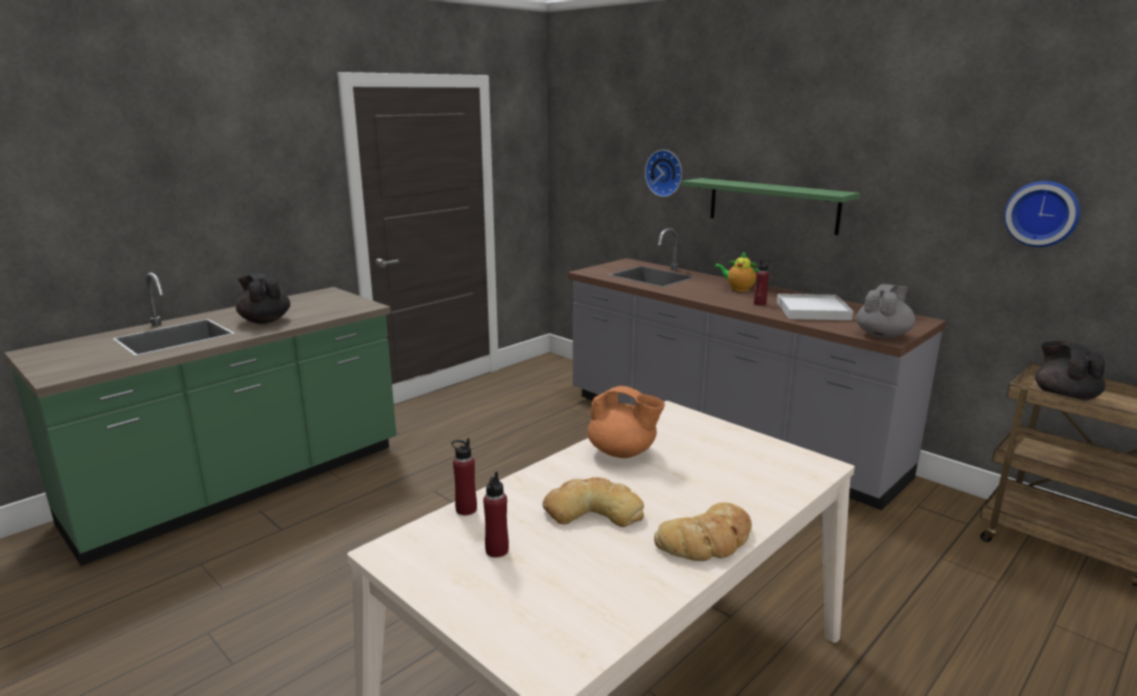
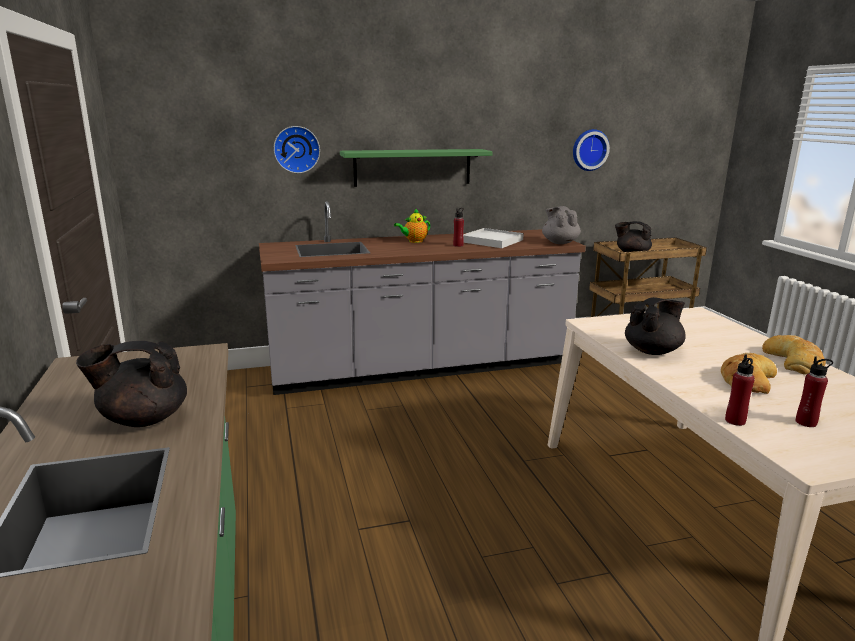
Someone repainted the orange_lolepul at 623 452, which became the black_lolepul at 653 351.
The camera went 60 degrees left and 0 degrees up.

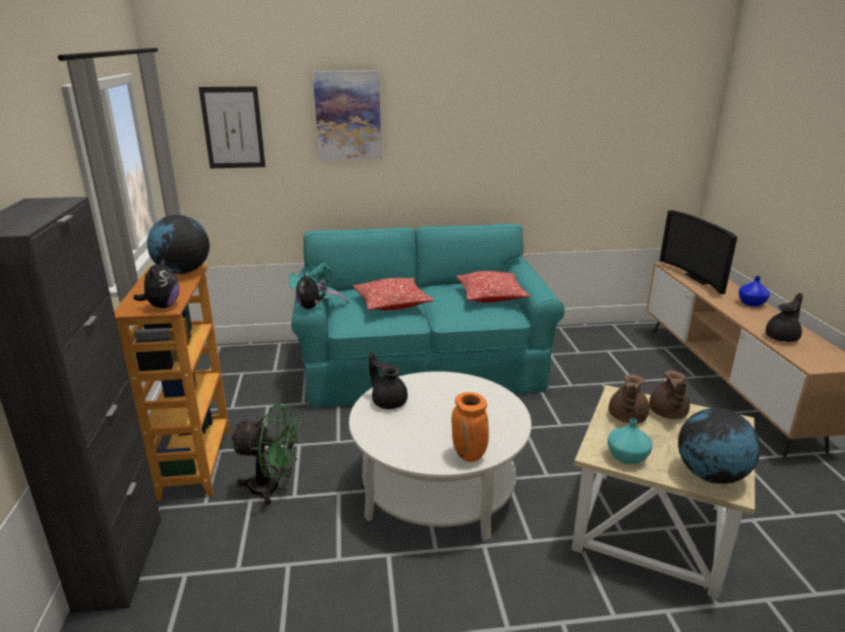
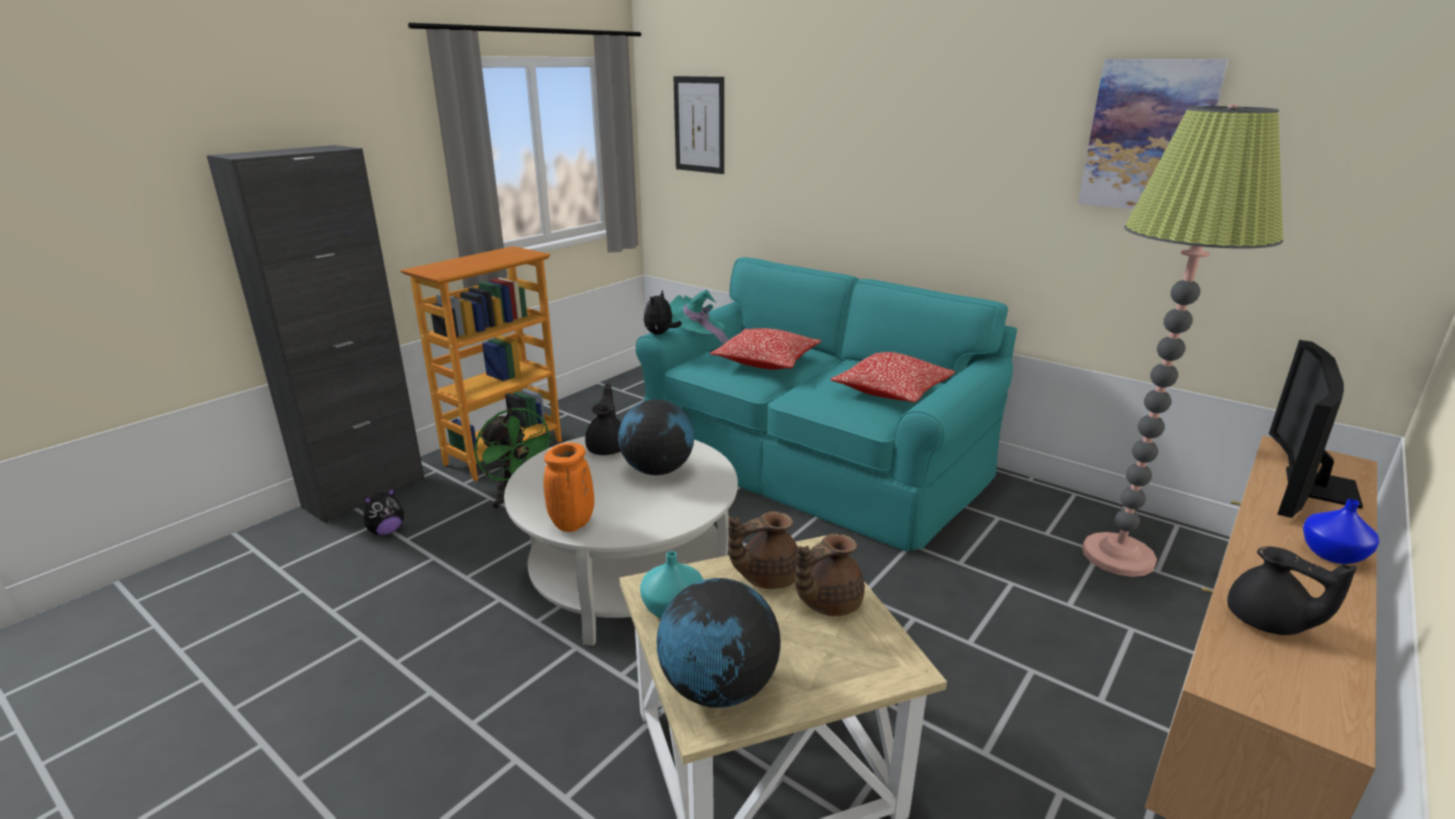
Someone carried the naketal from 162 306 to 386 531.
Someone carried the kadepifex from 183 272 to 657 470.
Someone carried the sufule from 348 116 to 1148 136.
Someone put down the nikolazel at 1118 556.
Someone rotated the black_lolepul at 782 337 by 45 degrees clockwise.
The camera went 45 degrees right and 0 degrees up.

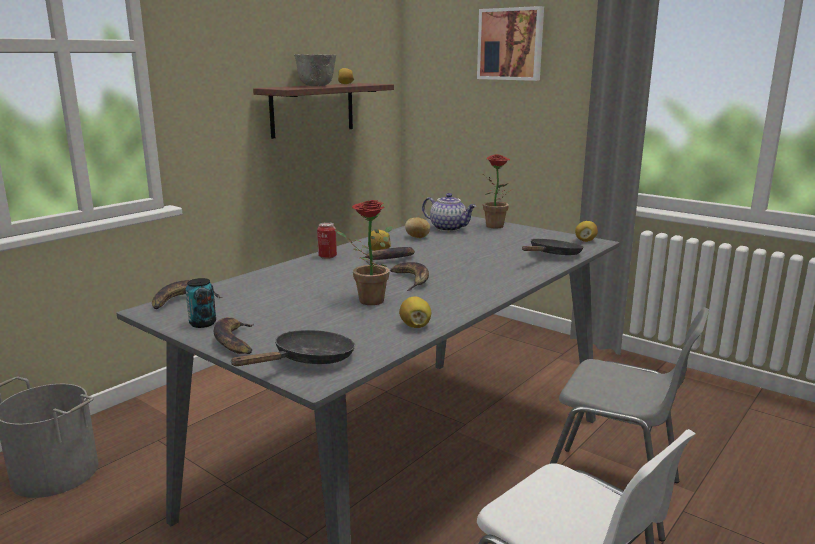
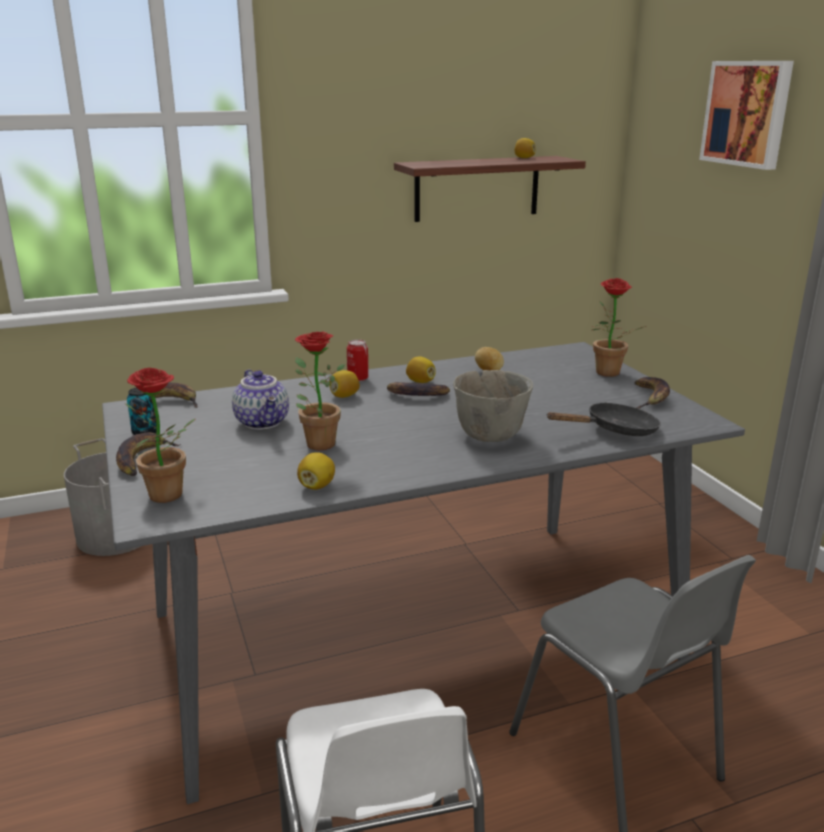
Someone swapped the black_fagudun at 308 361 for the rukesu at 169 497.
Someone carried the lolepul from 449 228 to 263 422.
Someone carried the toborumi from 585 241 to 344 396.
Someone carried the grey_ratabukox from 316 86 to 490 435.
Someone carried the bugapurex from 411 280 to 650 397.
The camera went 30 degrees right and 5 degrees up.

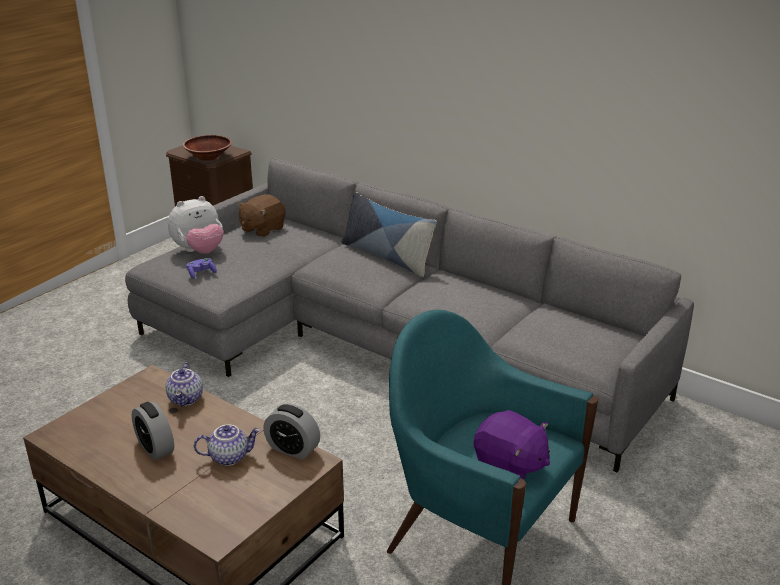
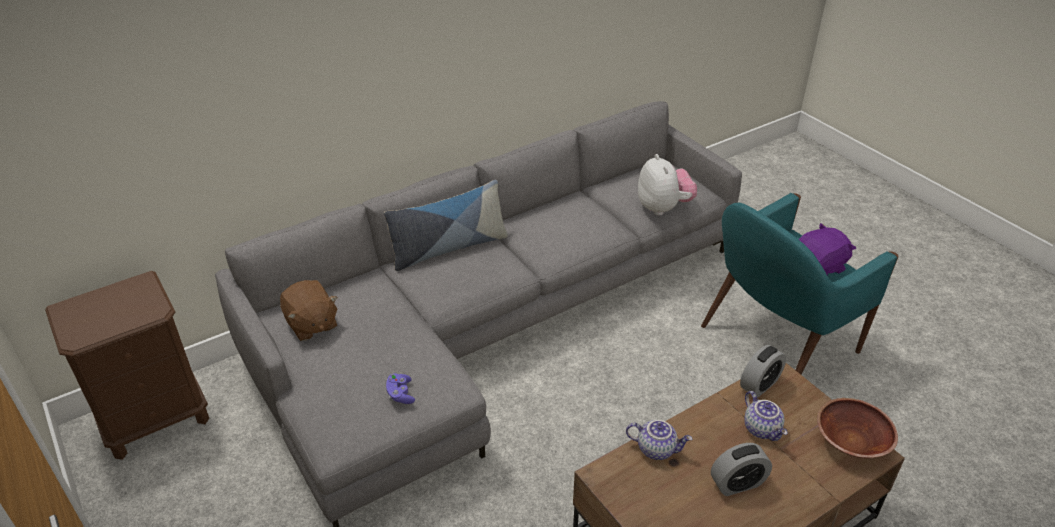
Someone carried the naketal from 199 251 to 663 208.
Someone rotated the lolepul at 229 456 by 150 degrees clockwise.
Someone carried the brown_ratabukox from 208 157 to 850 442.
The camera went 70 degrees left and 10 degrees up.

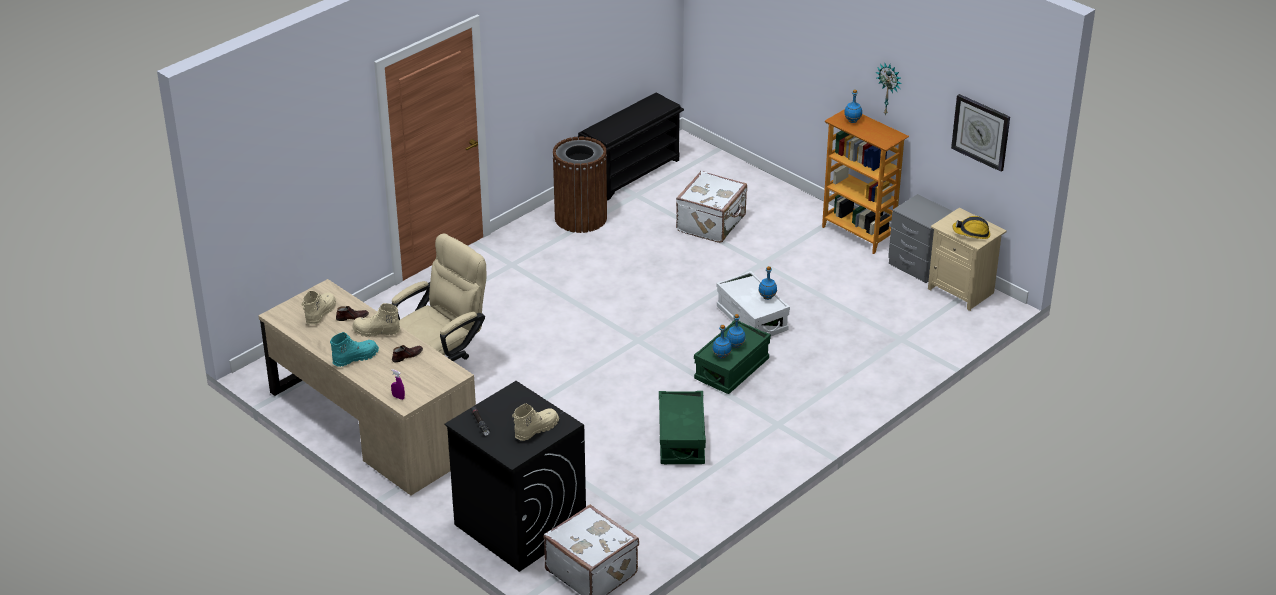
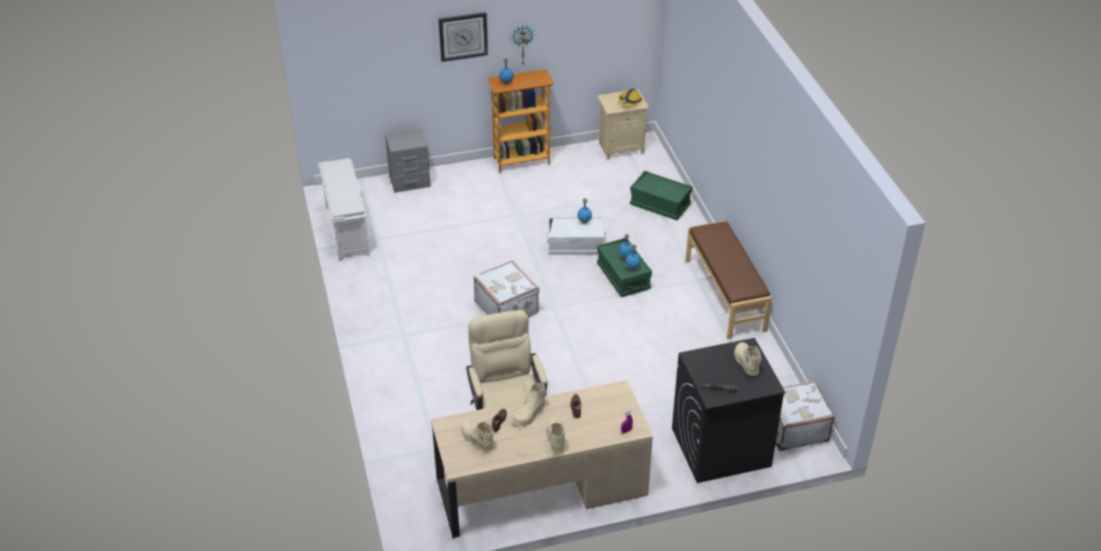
Someone repainted the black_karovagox at 631 172, which became the white_karovagox at 346 230.
Someone carried the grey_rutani from 918 266 to 409 181.
Someone carried the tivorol from 981 132 to 463 36.
Someone carried the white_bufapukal from 712 224 to 507 307.
Someone repainted the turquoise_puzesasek at 355 358, which became the beige_puzesasek at 555 438.
Someone carried the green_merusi from 681 440 to 660 205.
Someone put down the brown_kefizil at 725 295.
Someone took away the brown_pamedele at 580 218.
The camera went 60 degrees left and 5 degrees up.

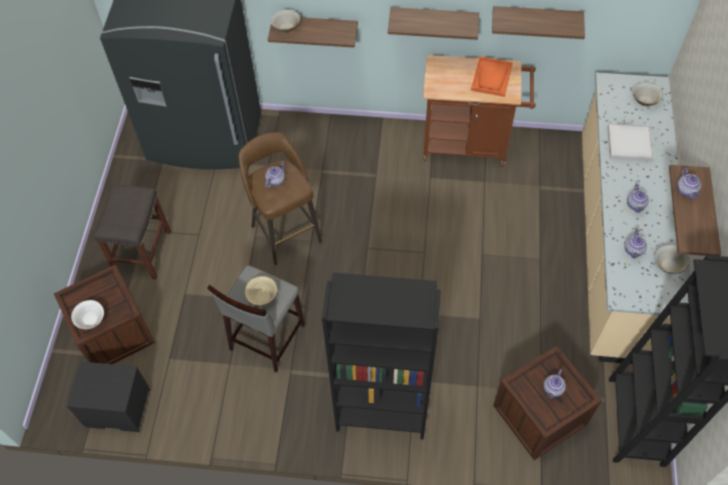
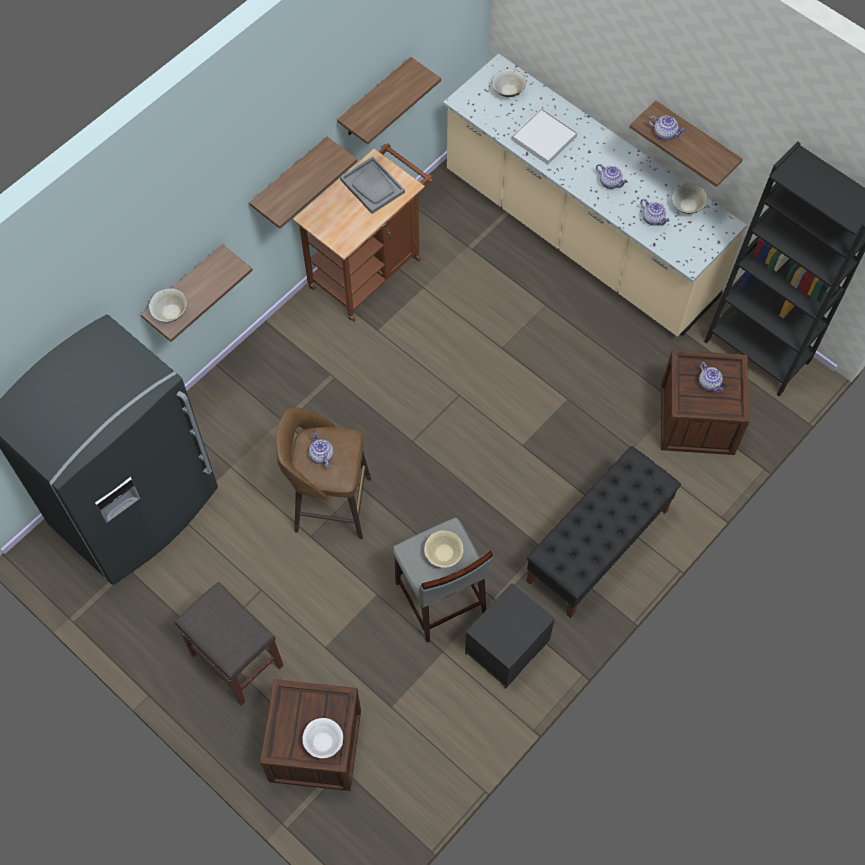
Someone repainted the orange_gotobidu at 491 78, which became the grey_gotobidu at 372 186.
Someone carried the black_rutani from 117 409 to 507 649.
Someone swapped the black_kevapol at 382 411 for the black_kefizil at 597 546.
The camera went 55 degrees left and 5 degrees up.

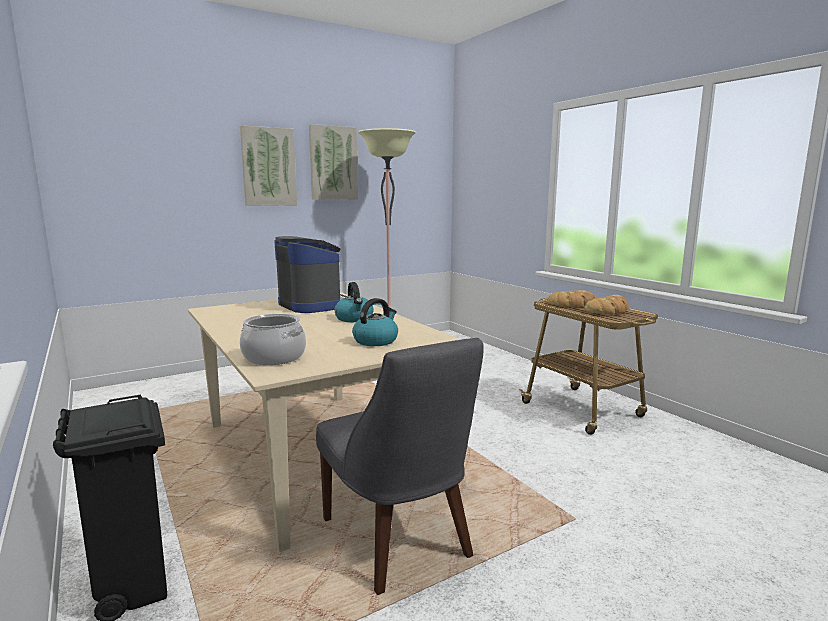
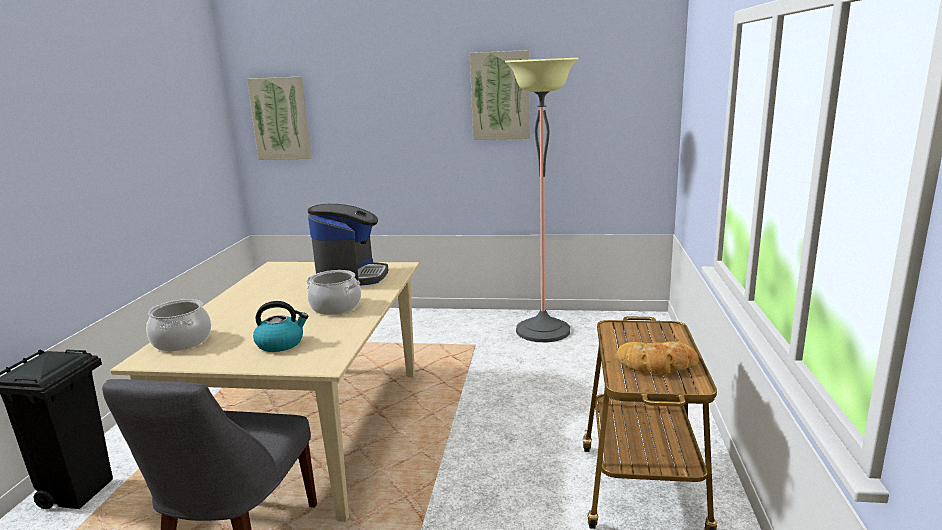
Someone carried the sufule from 268 167 to 280 118.
Someone swapped the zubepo at 354 319 for the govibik at 336 307.
Someone took away the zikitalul at 573 305.
The camera went 40 degrees right and 5 degrees up.

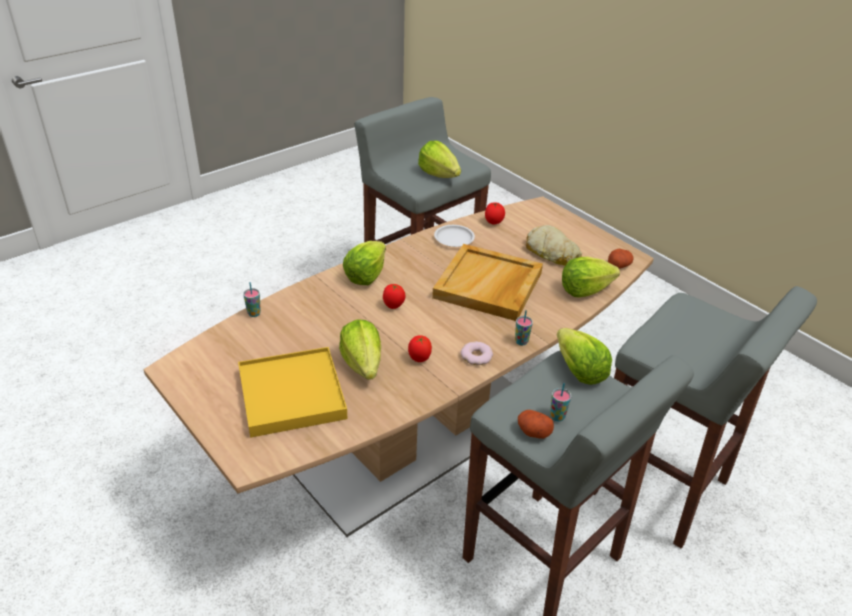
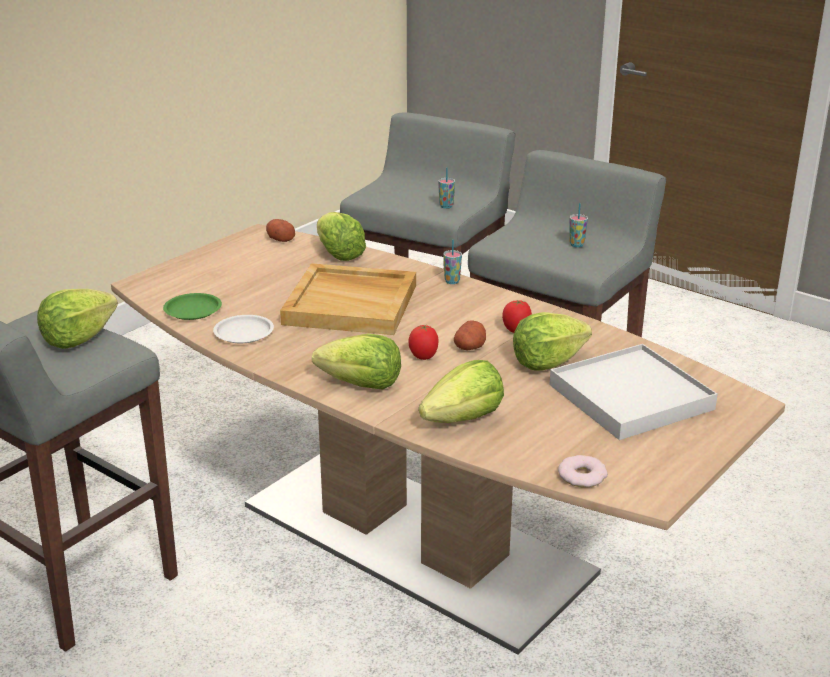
Someone swapped the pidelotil at 493 222 for the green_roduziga at 193 310.
Someone carried the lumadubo from 579 371 to 464 419.
Someone carried the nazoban from 254 313 to 446 206.
Someone carried the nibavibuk from 533 431 to 470 347.
Someone repainted the yellow_gotobidu at 292 395, which became the white_gotobidu at 630 397.
Someone carried the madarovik from 476 356 to 582 476.
Someone took away the zikitalul at 551 252.
The camera went 100 degrees left and 10 degrees down.

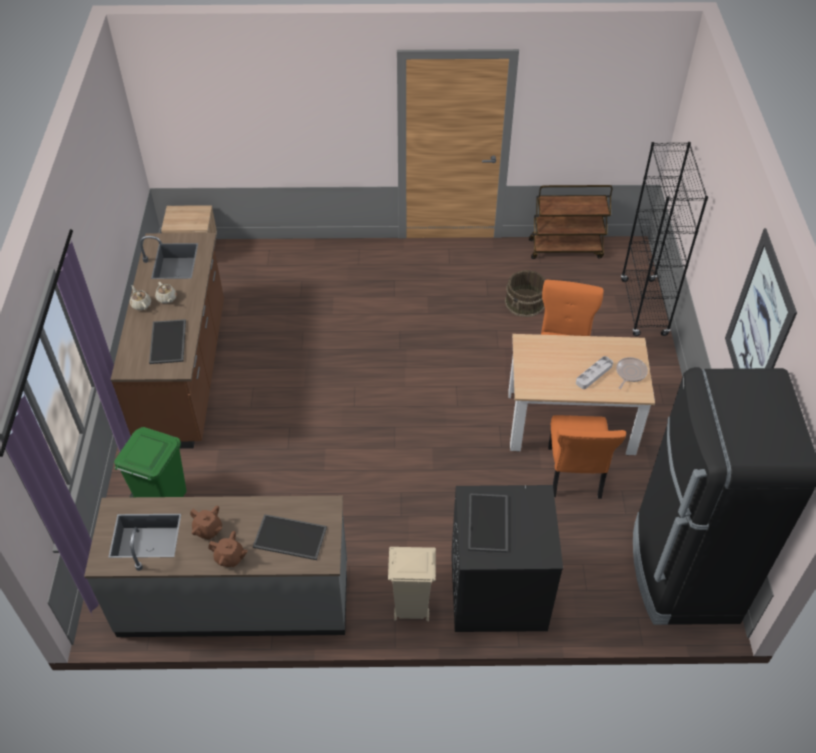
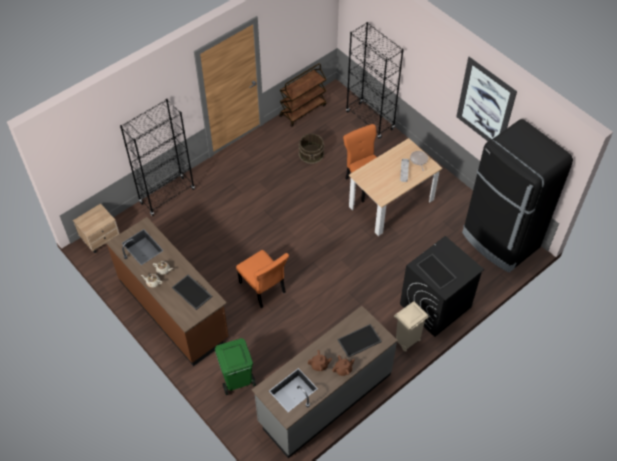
Someone put down the black_kevapol at 167 196.
Someone carried the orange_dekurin from 574 475 to 263 289.
The camera went 40 degrees left and 5 degrees up.

